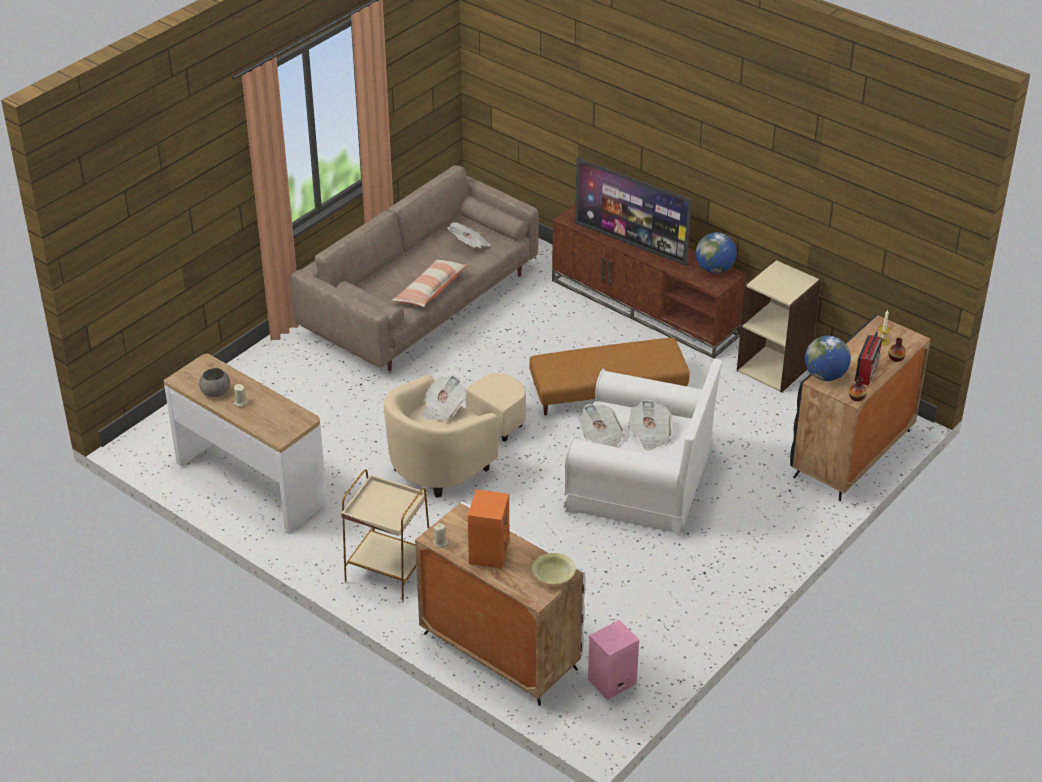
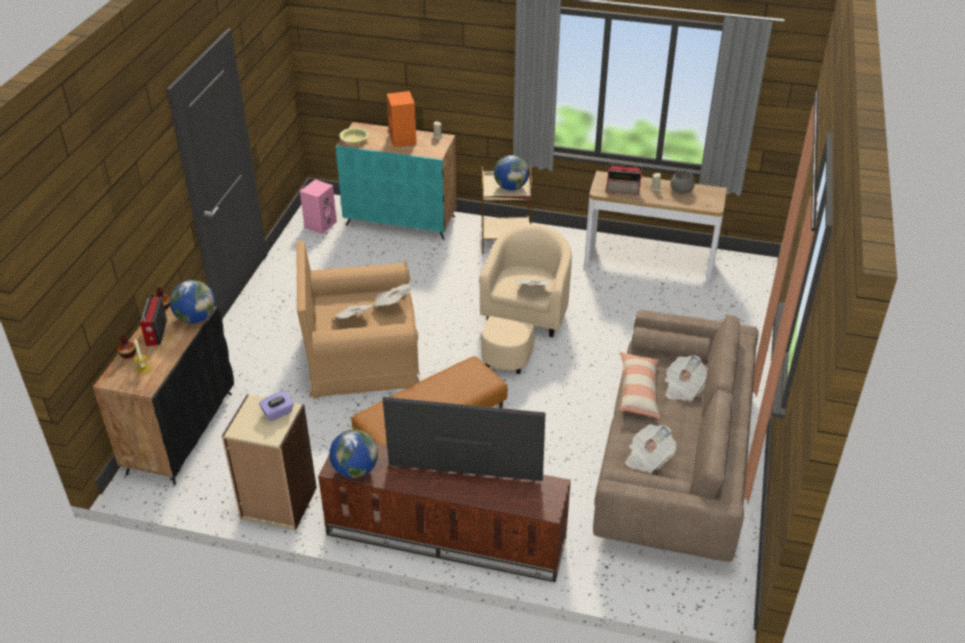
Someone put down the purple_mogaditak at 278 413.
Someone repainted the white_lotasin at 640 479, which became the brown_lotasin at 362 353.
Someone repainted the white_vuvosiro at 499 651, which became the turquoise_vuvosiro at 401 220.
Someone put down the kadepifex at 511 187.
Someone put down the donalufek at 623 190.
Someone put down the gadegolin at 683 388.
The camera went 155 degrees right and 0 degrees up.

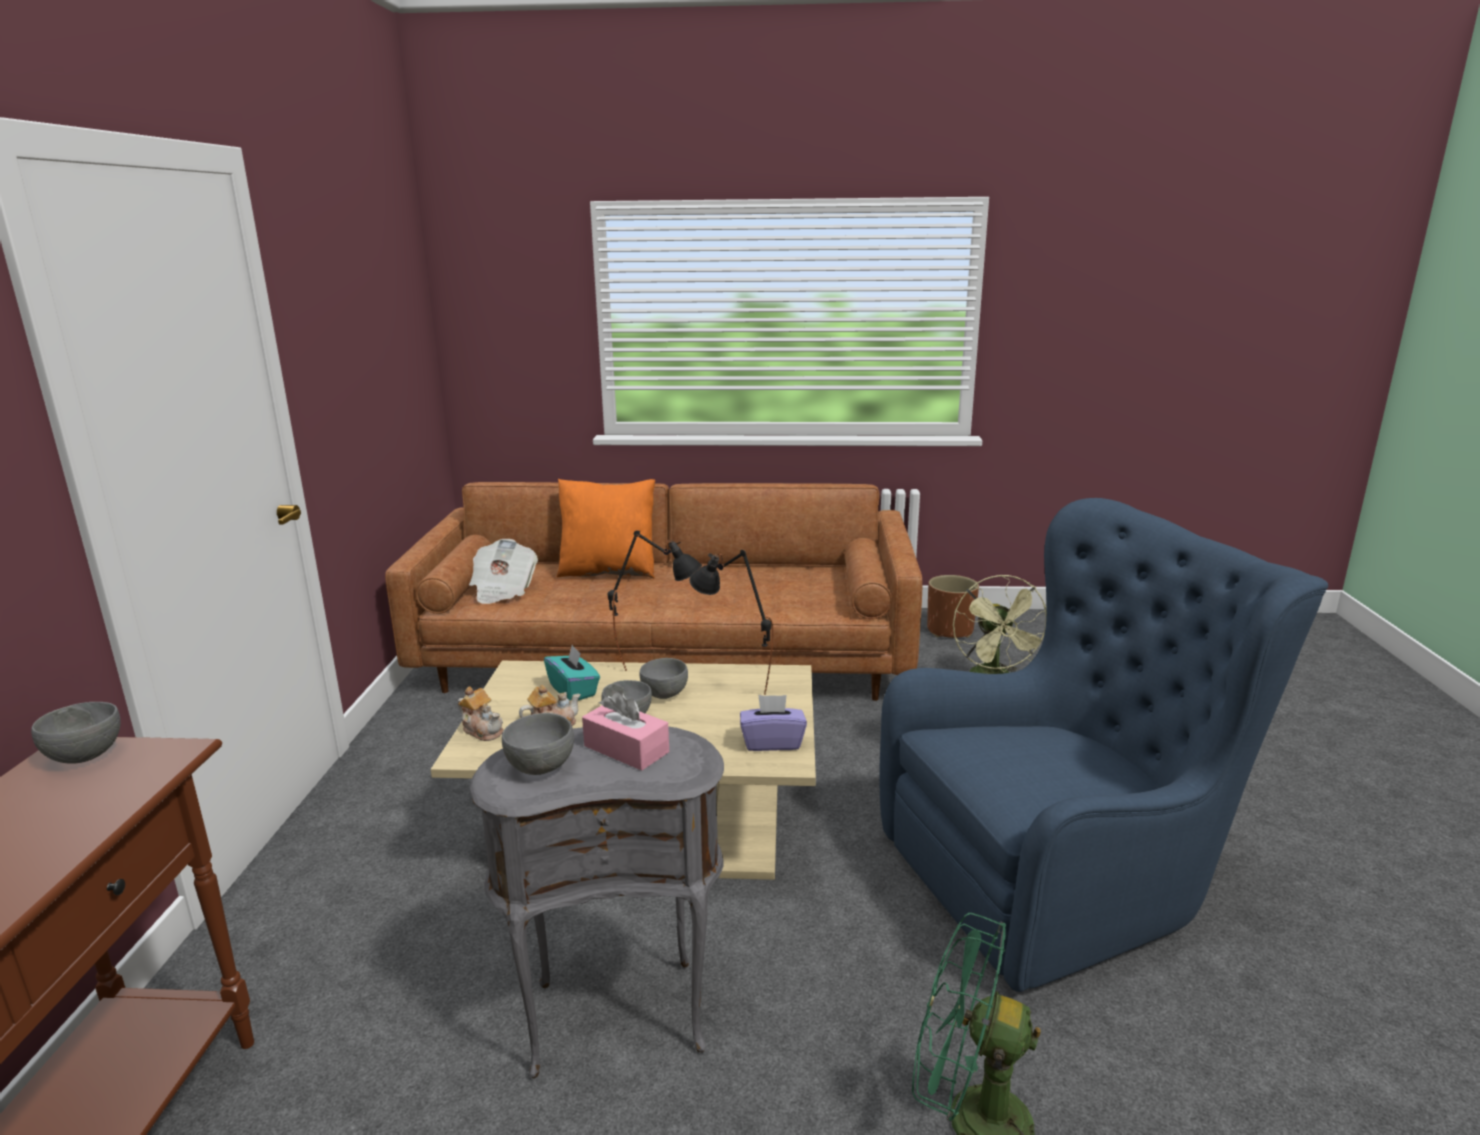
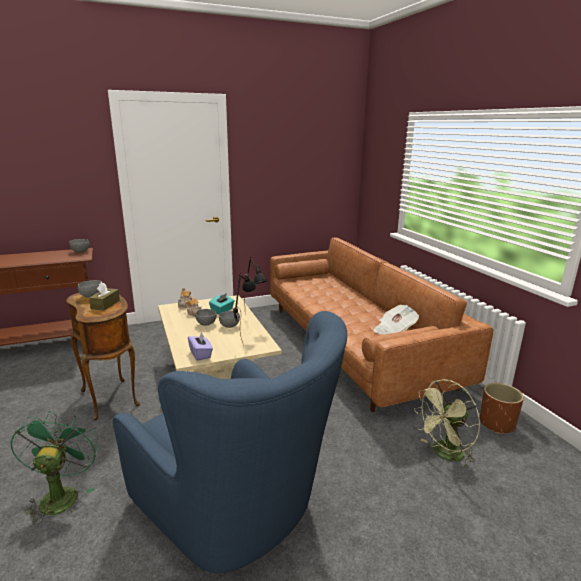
Someone repainted the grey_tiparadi at 617 1011, which became the brown_tiparadi at 112 398.
Someone repainted the pink_mogaditak at 626 749, which became the brown_mogaditak at 105 304.
Someone carried the gadegolin from 502 590 to 394 330.
Someone took away the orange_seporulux at 609 572.
The camera went 65 degrees right and 0 degrees up.

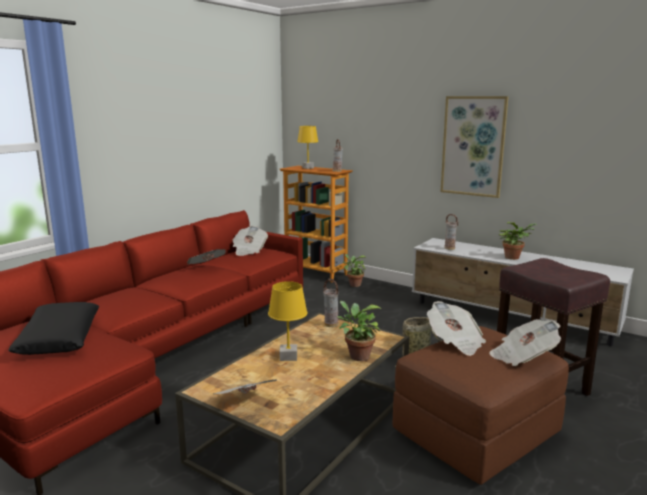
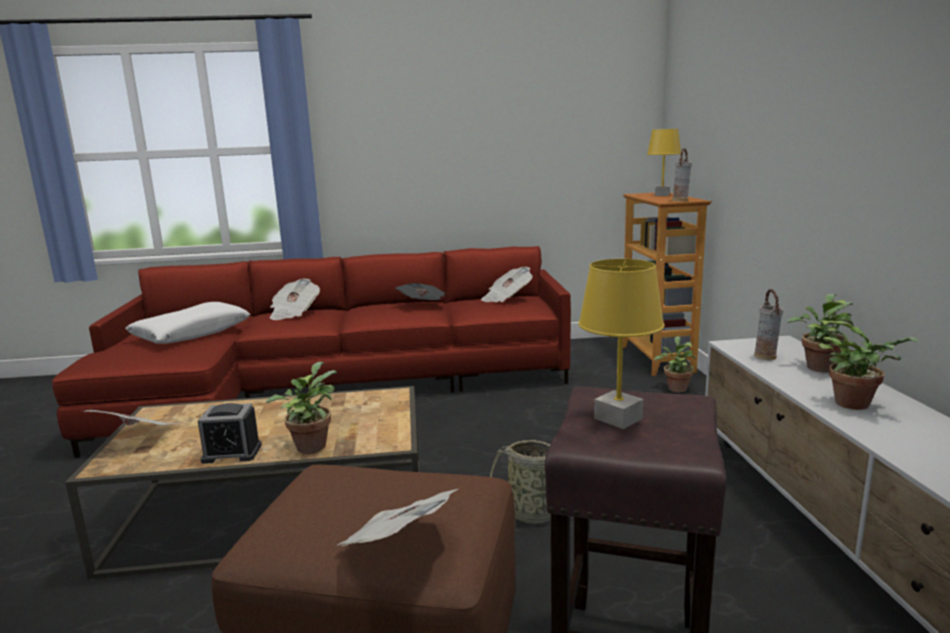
Someone repainted the black_seporulux at 59 338, which became the white_seporulux at 191 333.
Someone put down the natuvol at 232 453.
Someone carried the gadegolin from 455 342 to 294 313.
Someone carried the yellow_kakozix from 288 357 to 617 418.
Someone put down the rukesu at 820 366.
Someone took away the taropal at 330 324.
Someone took away the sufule at 473 146.
The camera went 50 degrees right and 0 degrees up.

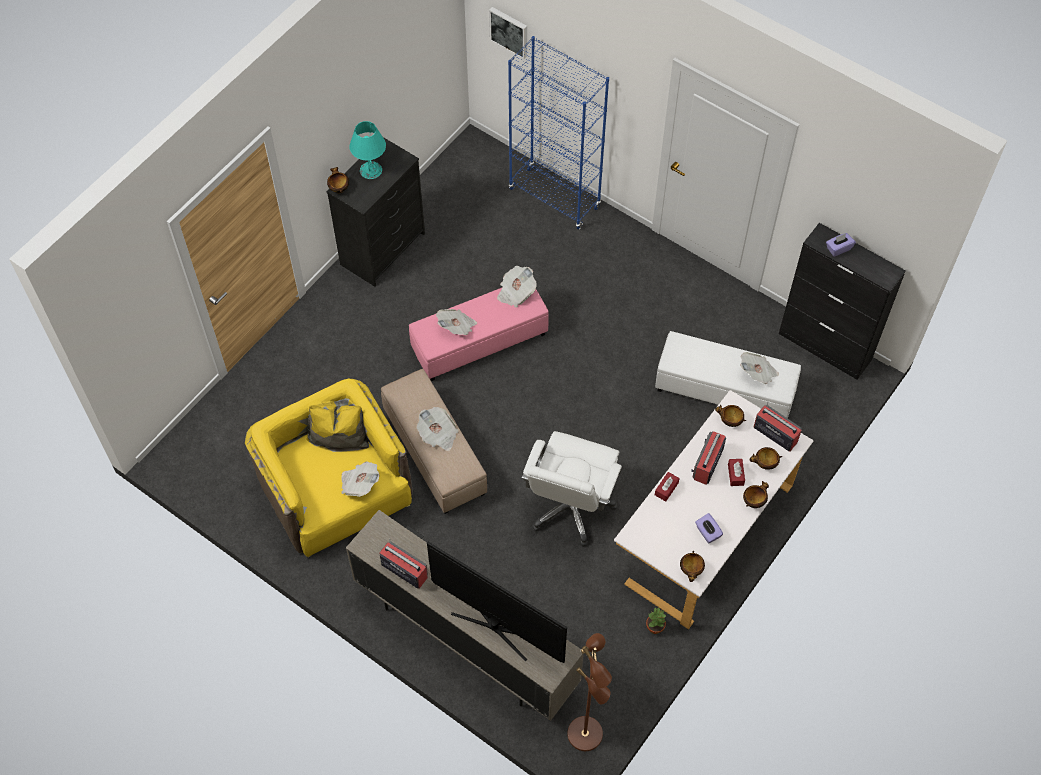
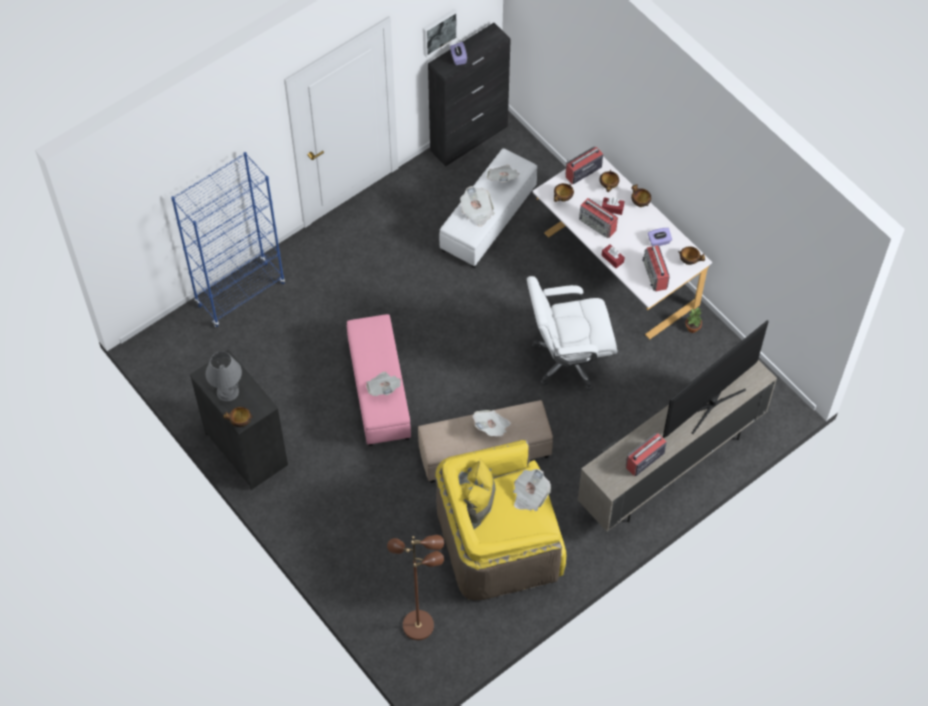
Someone repainted the turquoise_kakozix at 370 170, which became the grey_kakozix at 227 391.
Someone carried the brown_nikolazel from 586 734 to 418 624.
Someone carried the sufule from 509 31 to 438 31.
Someone carried the gadegolin from 515 292 to 477 212.
Someone rotated the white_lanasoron at 571 507 by 135 degrees clockwise.
Someone put down the donalufek at 655 275.
The camera went 75 degrees left and 0 degrees up.

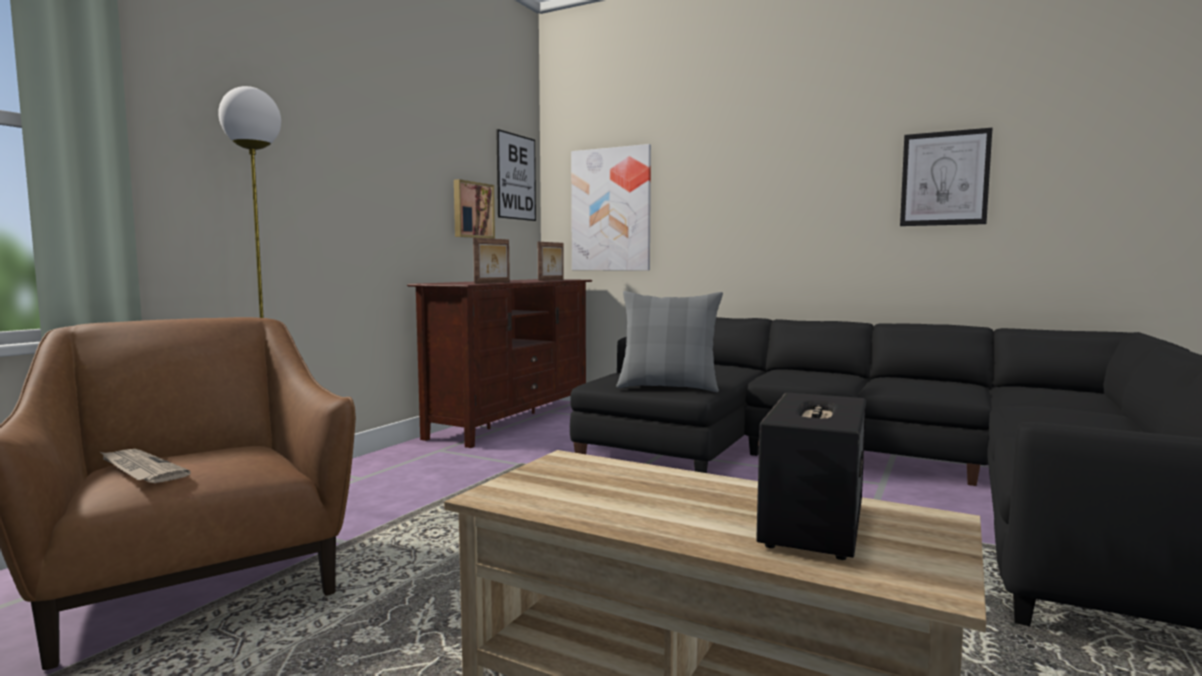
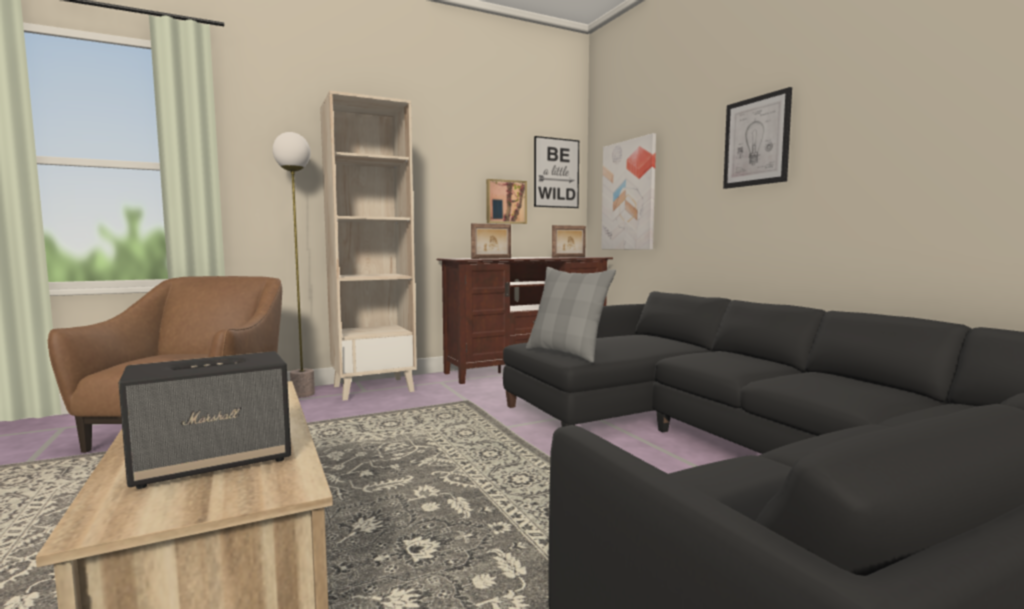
Someone put down the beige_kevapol at 374 388.
Someone carried the sufule from 944 178 to 756 141.
Someone took away the gadegolin at 140 469.
The camera went 35 degrees right and 0 degrees up.

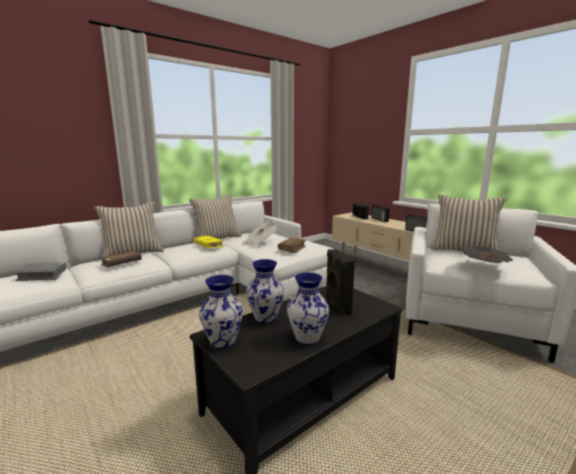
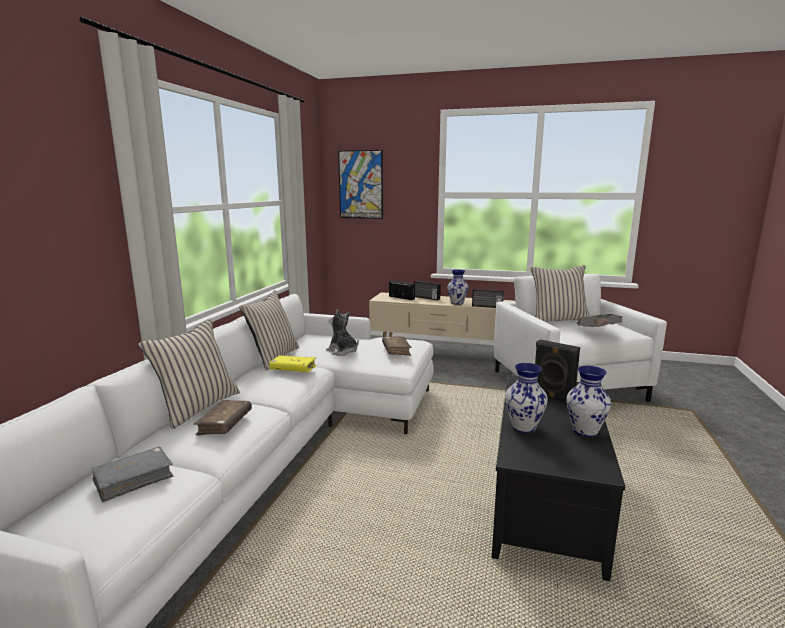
Someone swapped the gadegolin at 259 242 for the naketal at 342 351.
Someone put up the sufule at 360 184.
Someone carried the taropal from 223 341 to 457 303.
The camera went 35 degrees left and 0 degrees up.

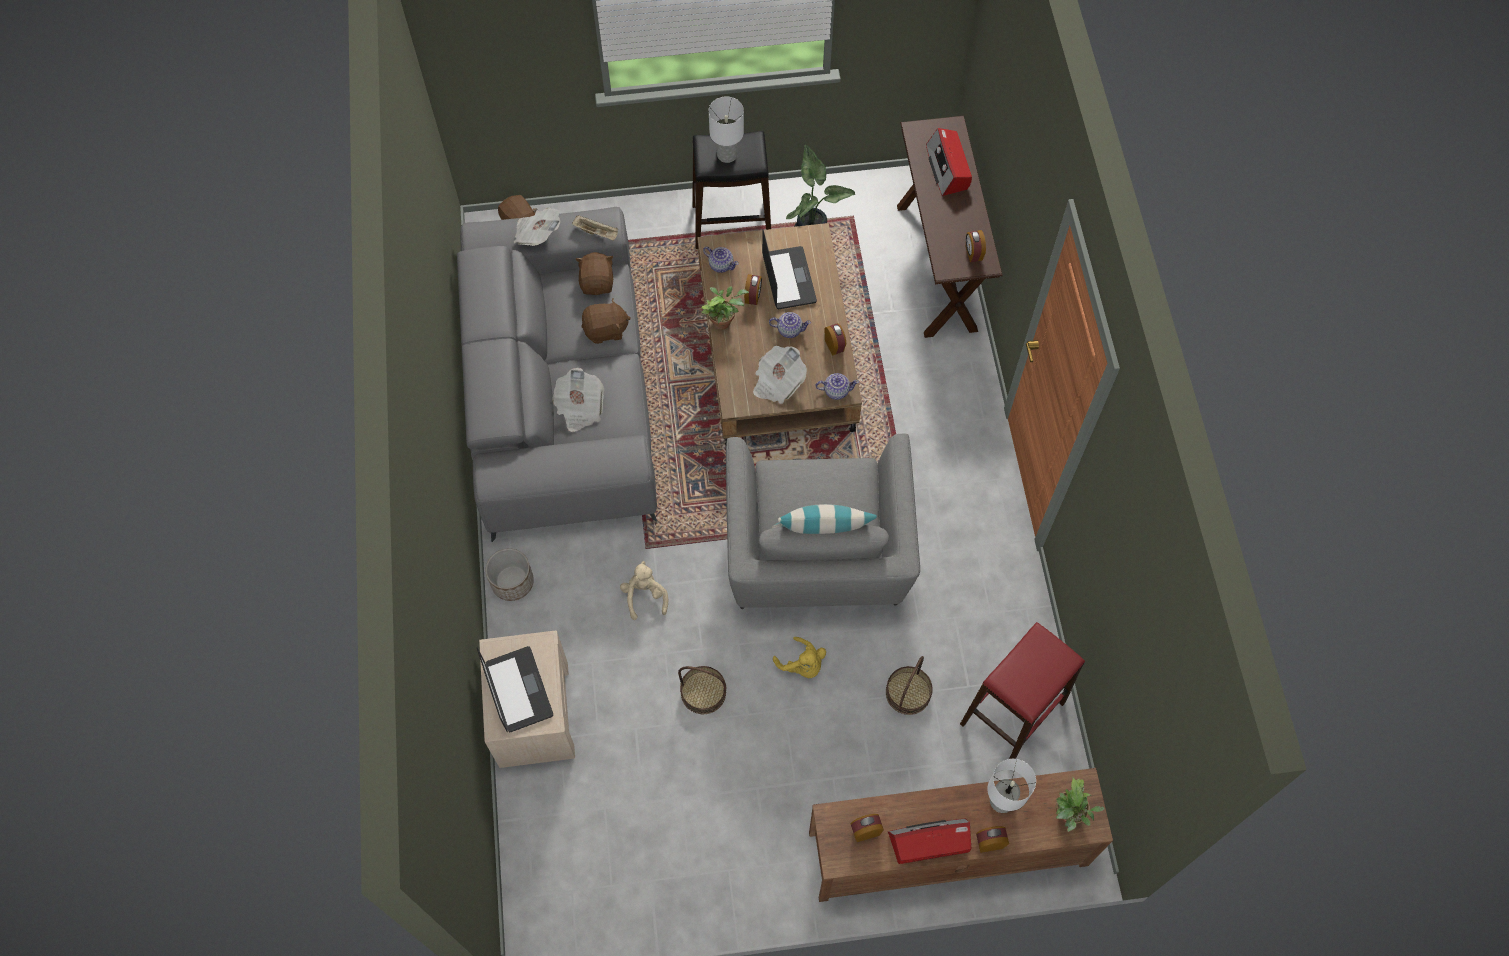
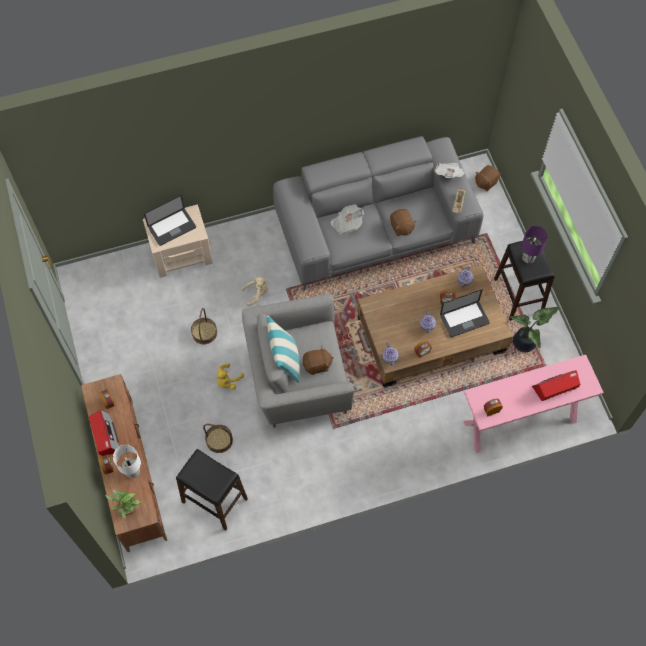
Someone repainted the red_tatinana at 1012 714, which became the black_tatinana at 214 500.
Someone carried the brown_naketal from 597 283 to 317 365.
Someone repainted the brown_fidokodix at 936 267, which became the pink_fidokodix at 519 421.
Someone repainted the white_kakozix at 727 155, which became the purple_kakozix at 528 258.
Someone took away the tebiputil at 512 582.
Someone took away the rukesu at 723 321.
Someone took away the gadegolin at 777 382.
The camera went 80 degrees right and 0 degrees up.

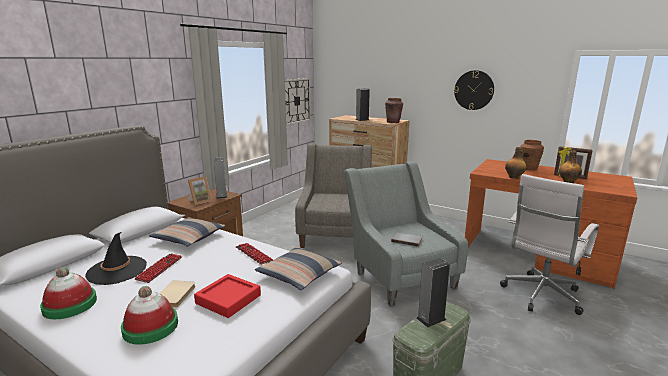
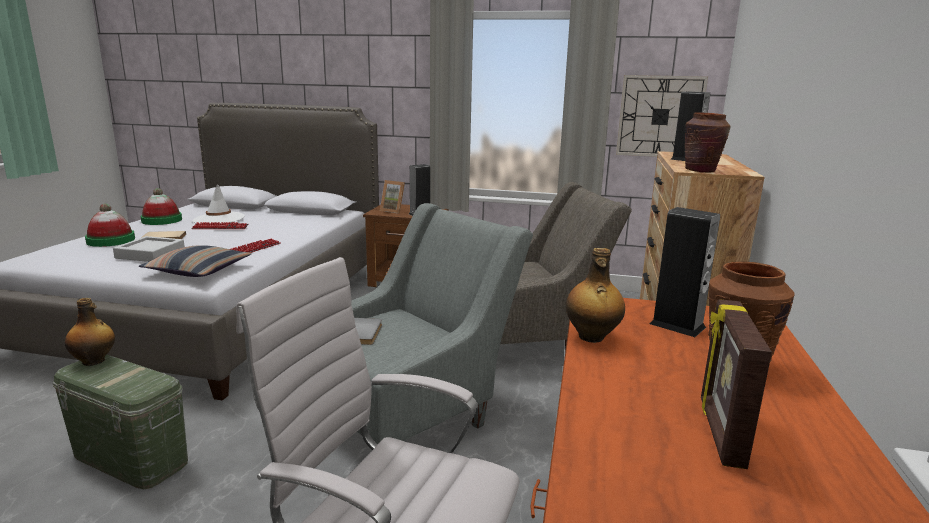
Someone carried the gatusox from 568 182 to 94 361.
Someone repainted the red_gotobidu at 228 299, which became the grey_gotobidu at 150 254.
Someone repainted the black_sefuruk at 117 270, which became the white_sefuruk at 219 219.
Someone carried the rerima from 431 319 to 677 325.
Someone took away the seporulux at 189 238.
Someone took away the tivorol at 474 90.
The camera went 70 degrees right and 0 degrees up.

